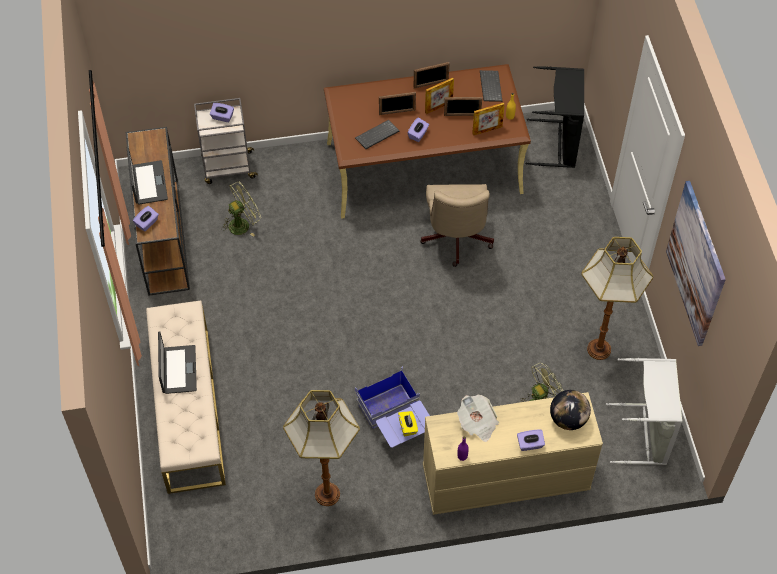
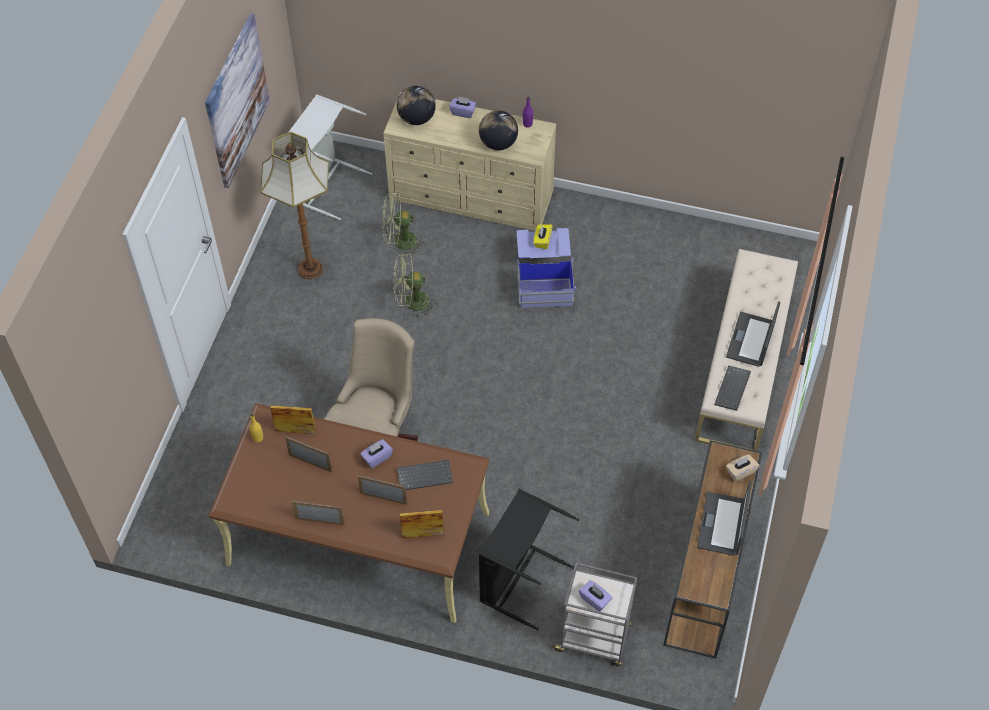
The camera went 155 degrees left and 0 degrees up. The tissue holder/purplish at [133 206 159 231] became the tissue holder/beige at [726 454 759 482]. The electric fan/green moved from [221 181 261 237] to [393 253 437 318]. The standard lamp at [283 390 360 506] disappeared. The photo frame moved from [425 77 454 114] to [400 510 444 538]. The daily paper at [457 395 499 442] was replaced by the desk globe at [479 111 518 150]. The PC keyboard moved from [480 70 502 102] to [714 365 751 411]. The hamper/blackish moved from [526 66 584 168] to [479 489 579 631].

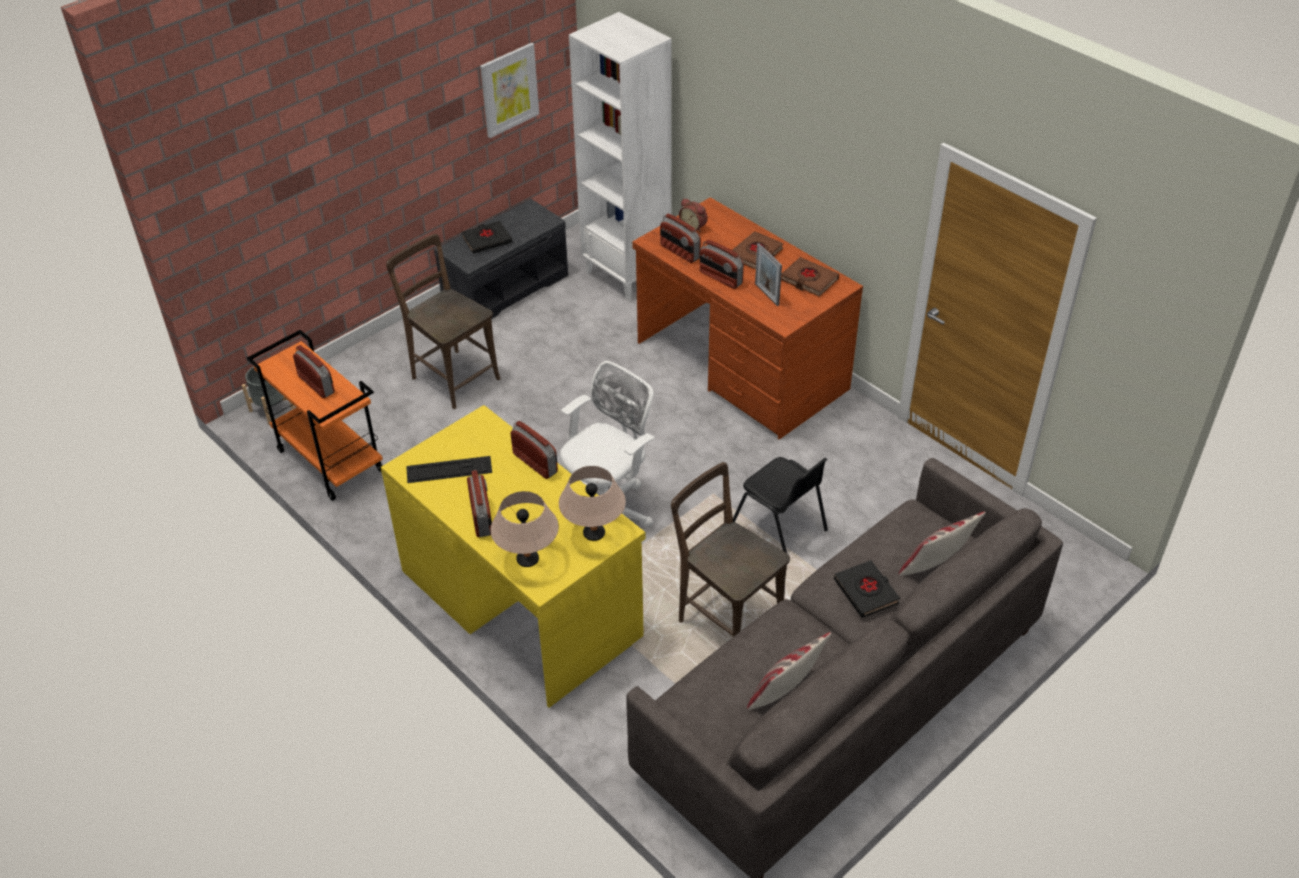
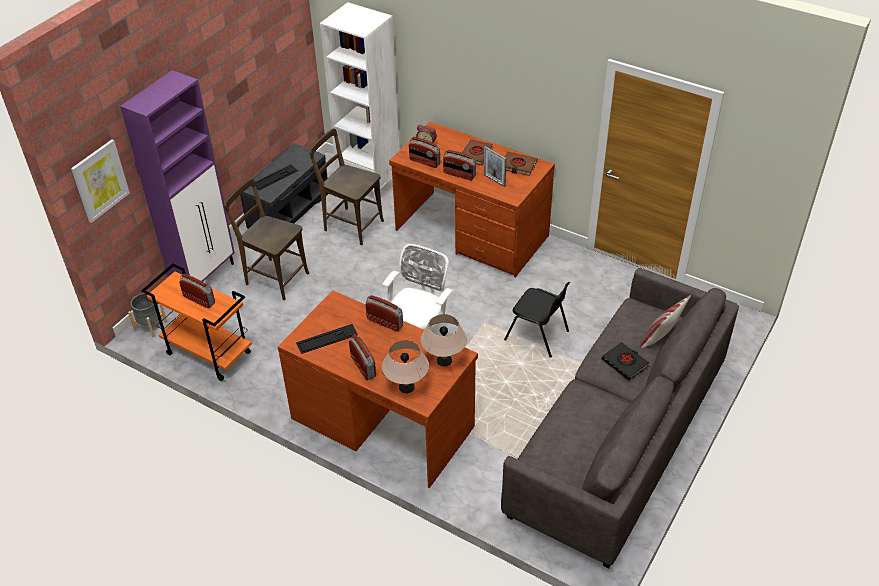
The camera went 15 degrees left and 0 degrees up. The desk unit/yellowish at [381 405 646 708] became the desk unit/brown at [278 290 478 488]. The bound book/blackish at [462 221 512 254] was replaced by the PC keyboard at [255 165 298 190]. The wall art moved from [480 43 539 138] to [71 139 130 223]. The upright chair/brown moved from [671 462 790 637] to [309 128 384 245]. The throw pillow at [747 632 831 710] disappeared. The storage cabinet/purplish at [120 70 235 282] appeared.

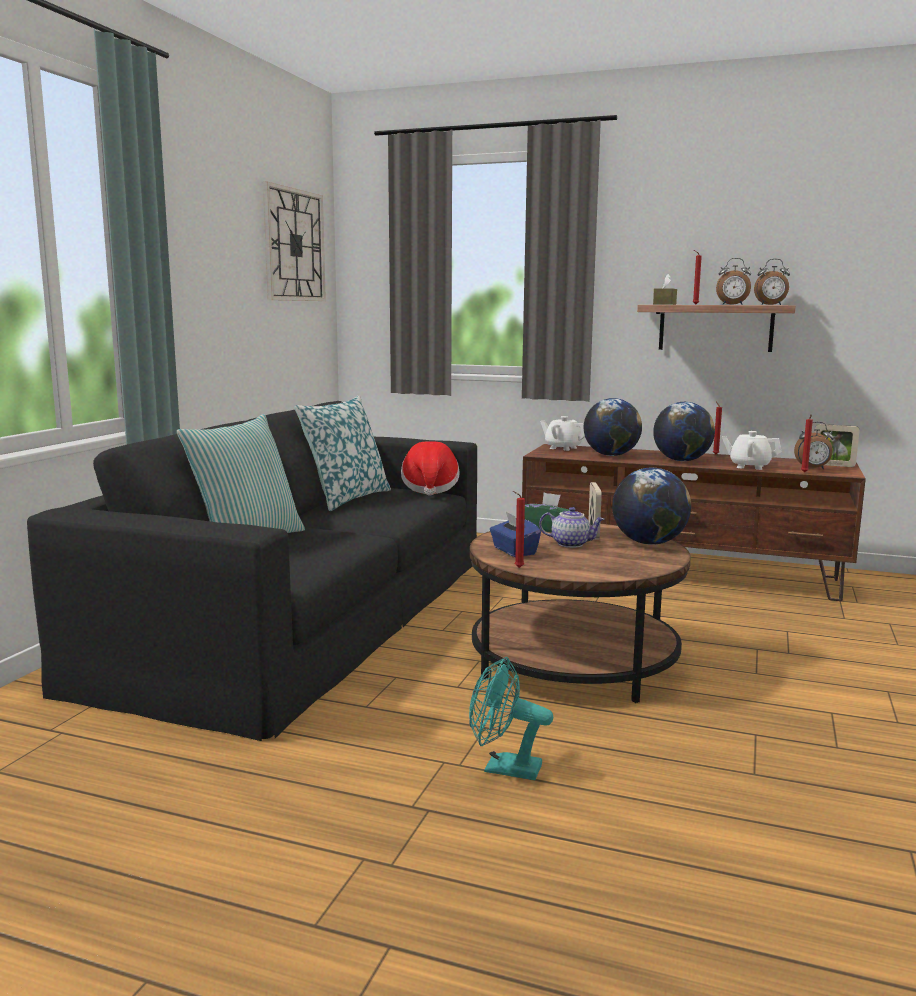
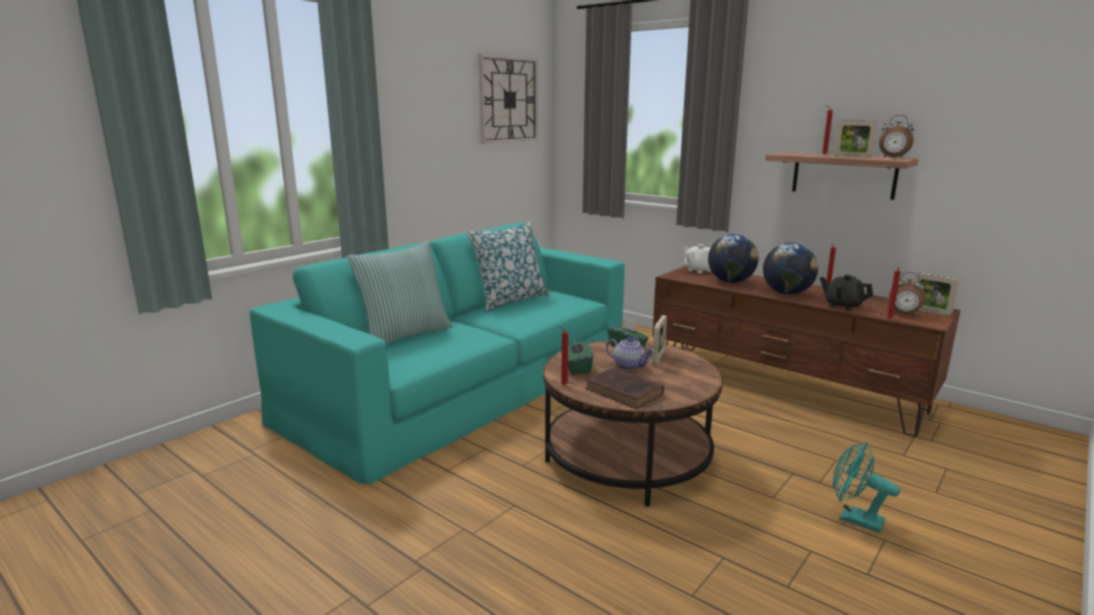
The camera went 20 degrees right and 5 degrees up. The couch/blackish at [27 401 477 741] became the couch/turquoise-coloured at [250 222 625 485]. The wearable hat at [401 441 460 496] disappeared. The electric fan/turquoise-coloured moved from [469 657 553 780] to [833 442 900 533]. The tissue holder/bluish at [490 512 541 557] became the tissue holder/green at [568 337 593 374]. The desk globe at [612 468 691 545] disappeared. The tissue holder/brown at [653 274 677 305] disappeared. The bedside clock at [716 258 751 305] was replaced by the photo frame at [834 120 877 158]. The teapot/whitish at [722 431 782 470] became the teapot/blackish at [820 275 873 311]. The bound book/brown at [585 367 664 409] appeared.

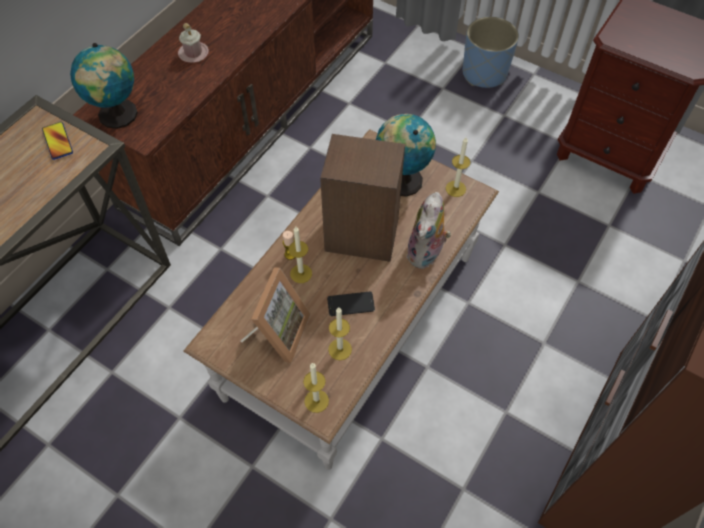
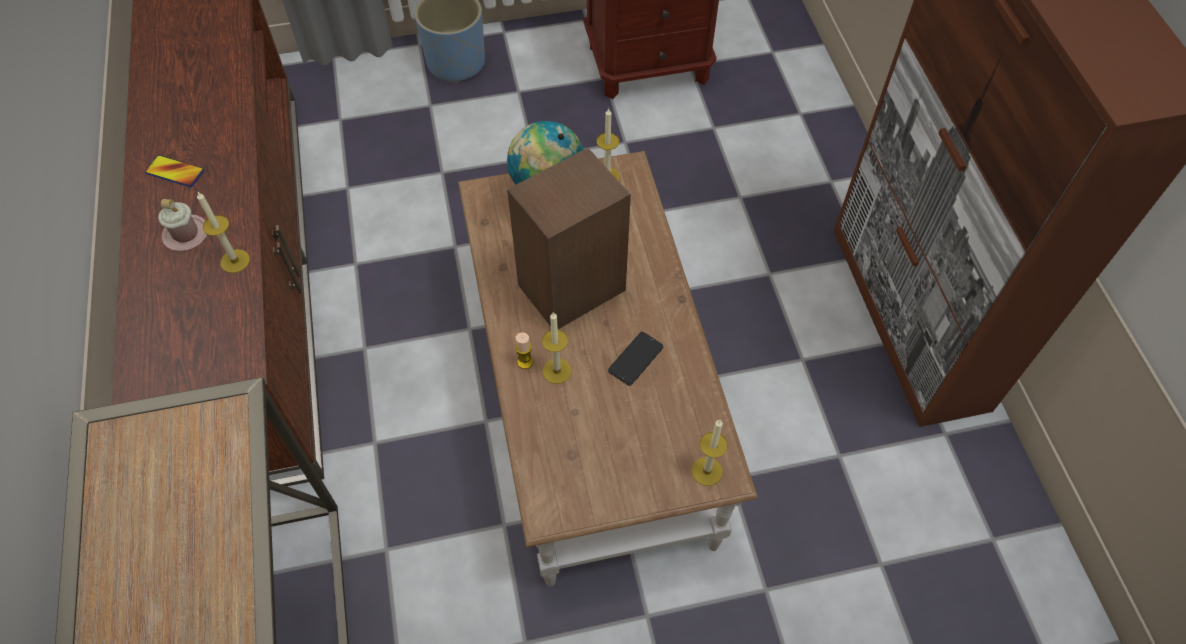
The camera went 45 degrees left and 0 degrees up. The phone moved from [42 122 73 160] to [145 155 204 187]. The desk globe at [70 43 138 129] disappeared. The photo frame at [240 267 310 363] disappeared. The candle moved from [328 307 352 360] to [197 191 250 273]. The plush toy at [406 192 451 269] disappeared.

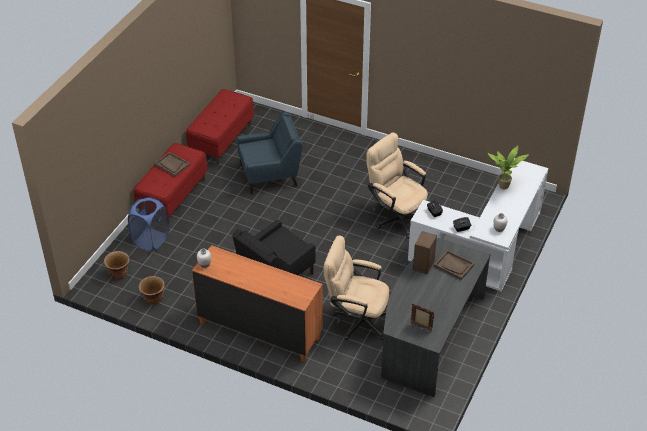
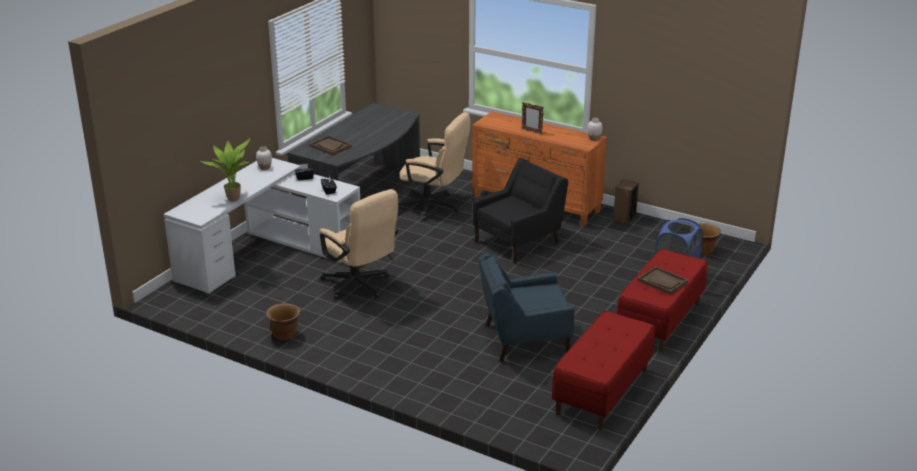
The camera went 175 degrees left and 15 degrees down. The plant pot/brown moved from [139 276 165 305] to [266 303 300 340]. The photo frame moved from [411 304 434 331] to [522 102 543 134]. The speaker moved from [413 231 437 274] to [613 179 639 224].

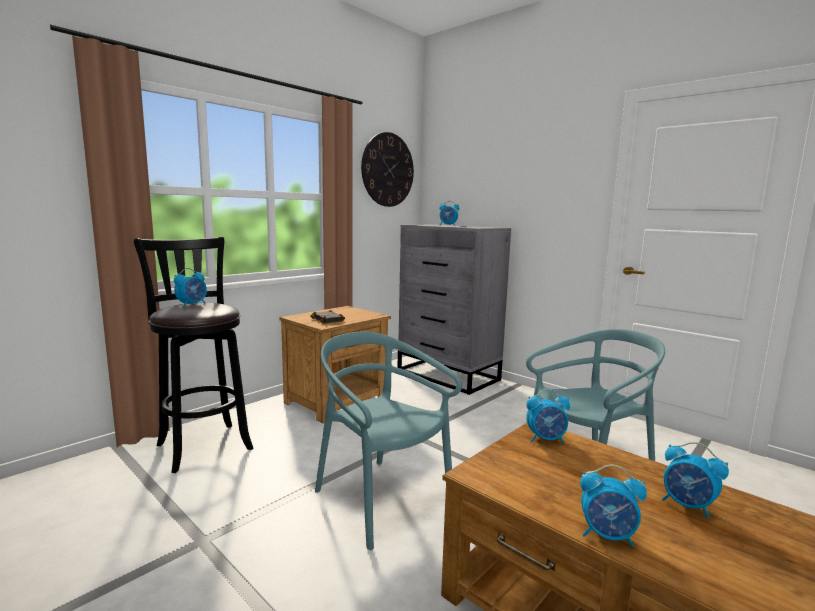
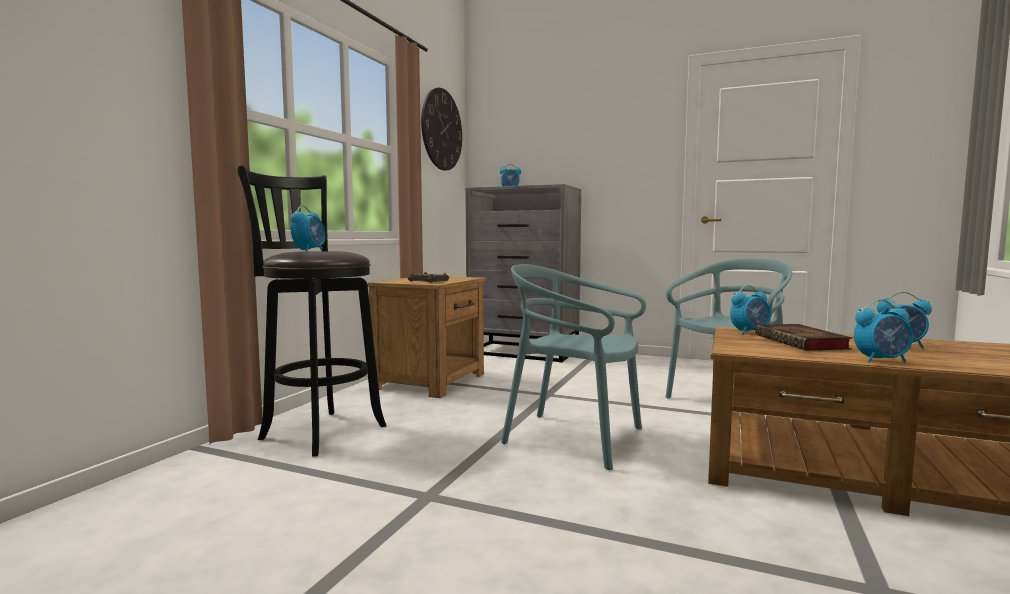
The camera went 20 degrees left and 5 degrees down. The bound book at [755 324 853 350] appeared.

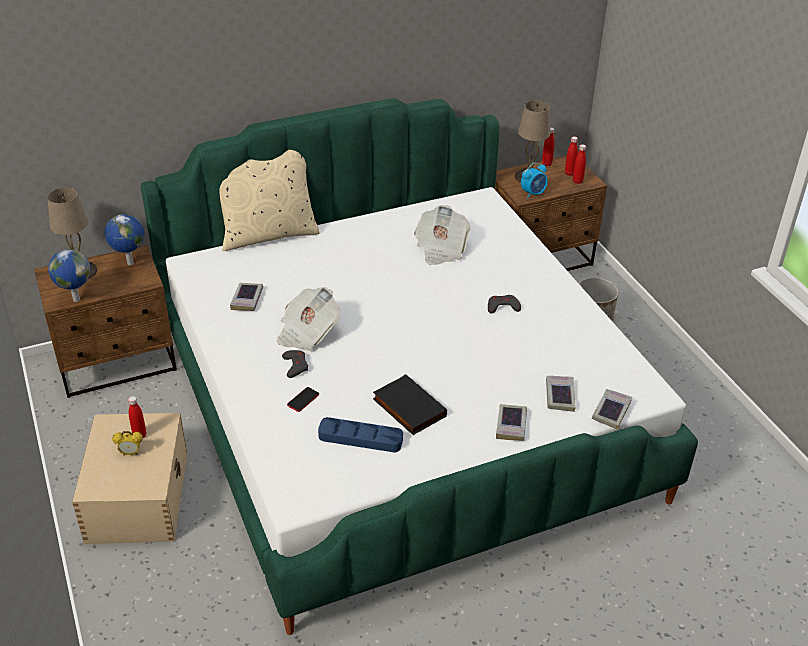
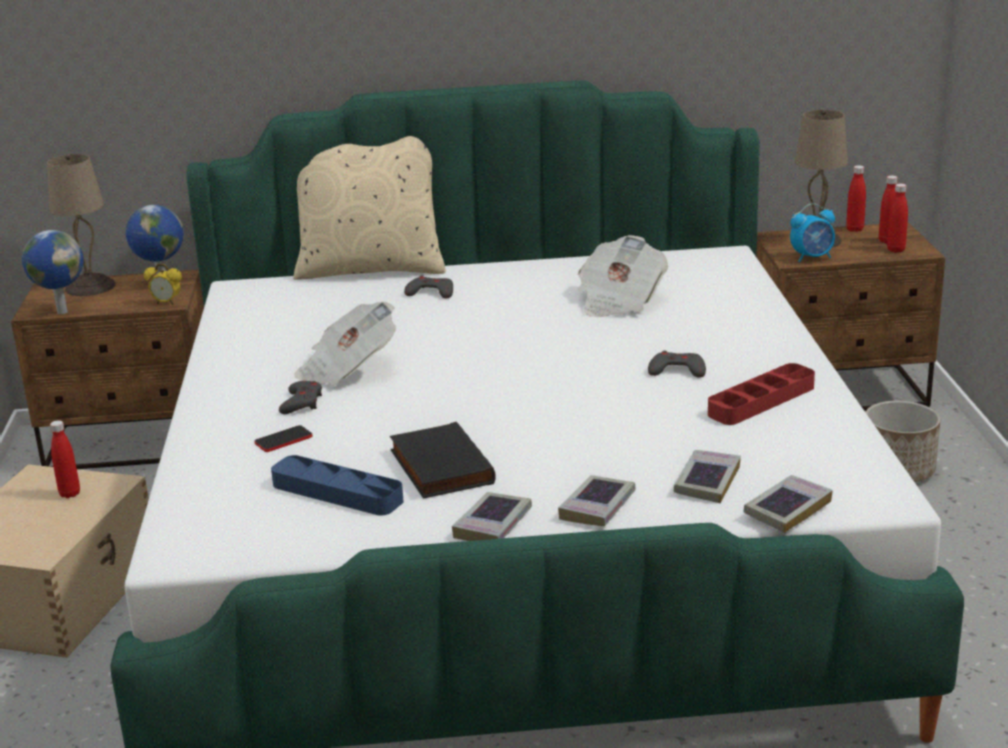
The camera went 20 degrees right and 15 degrees down. The bedside clock moved from [112 431 143 456] to [144 264 182 305]. The bound book moved from [230 283 263 311] to [452 492 532 541]. The game controller/gray at [404 275 453 298] appeared. The tray/red at [708 363 815 425] appeared.

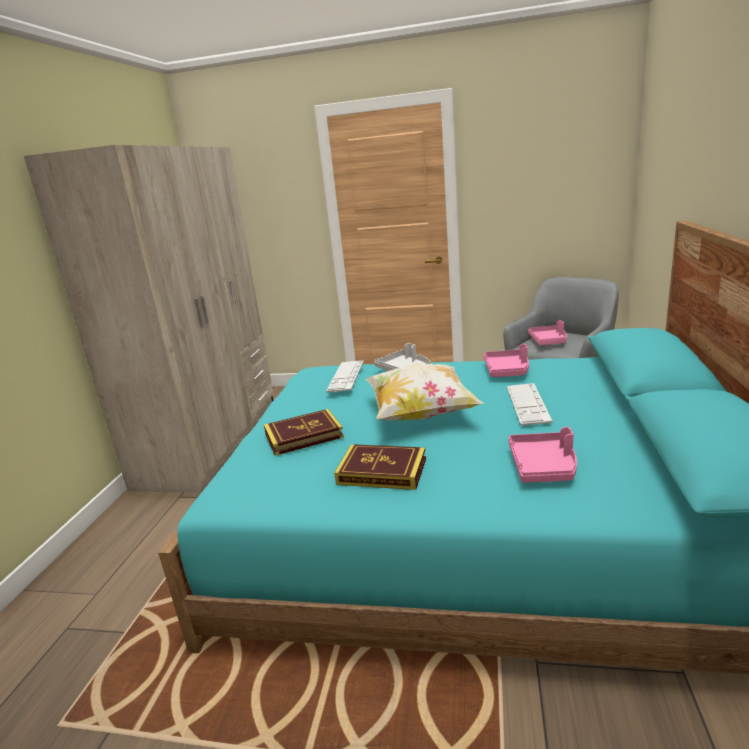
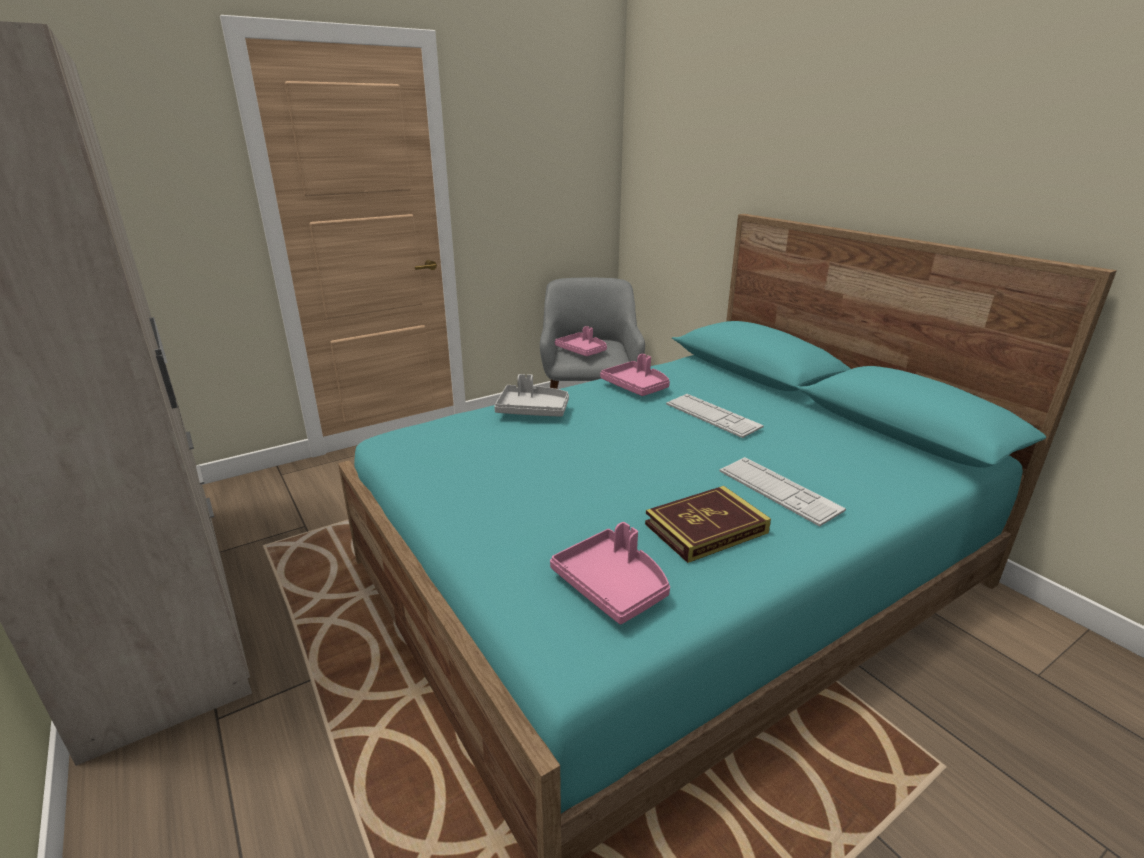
The camera went 45 degrees left and 5 degrees up. The bound book at [264 409 344 456] disappeared. The PC keyboard moved from [326 360 364 393] to [720 457 846 527]. The throw pillow at [366 364 484 420] disappeared. The tray/pinkish moved from [508 427 577 482] to [550 522 670 624].

